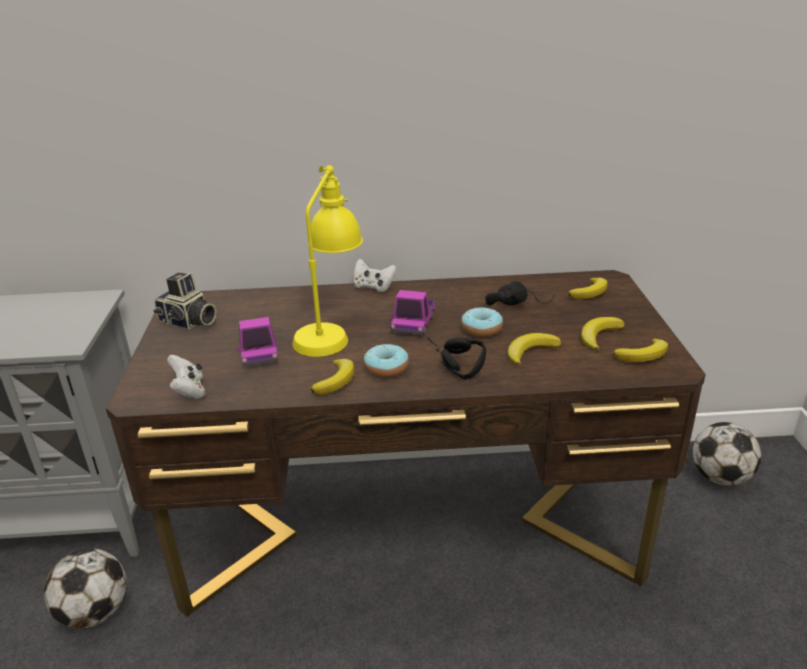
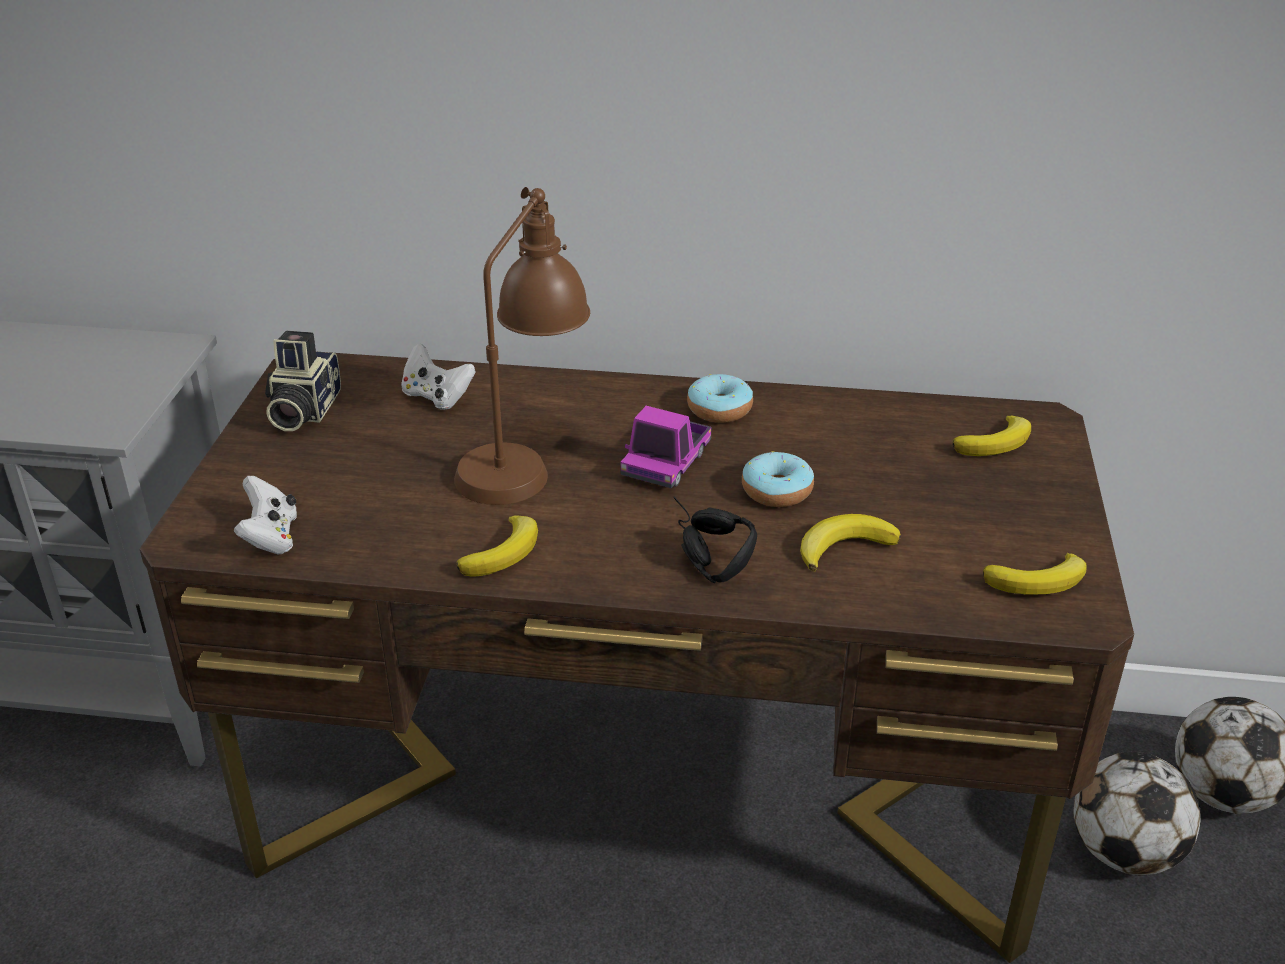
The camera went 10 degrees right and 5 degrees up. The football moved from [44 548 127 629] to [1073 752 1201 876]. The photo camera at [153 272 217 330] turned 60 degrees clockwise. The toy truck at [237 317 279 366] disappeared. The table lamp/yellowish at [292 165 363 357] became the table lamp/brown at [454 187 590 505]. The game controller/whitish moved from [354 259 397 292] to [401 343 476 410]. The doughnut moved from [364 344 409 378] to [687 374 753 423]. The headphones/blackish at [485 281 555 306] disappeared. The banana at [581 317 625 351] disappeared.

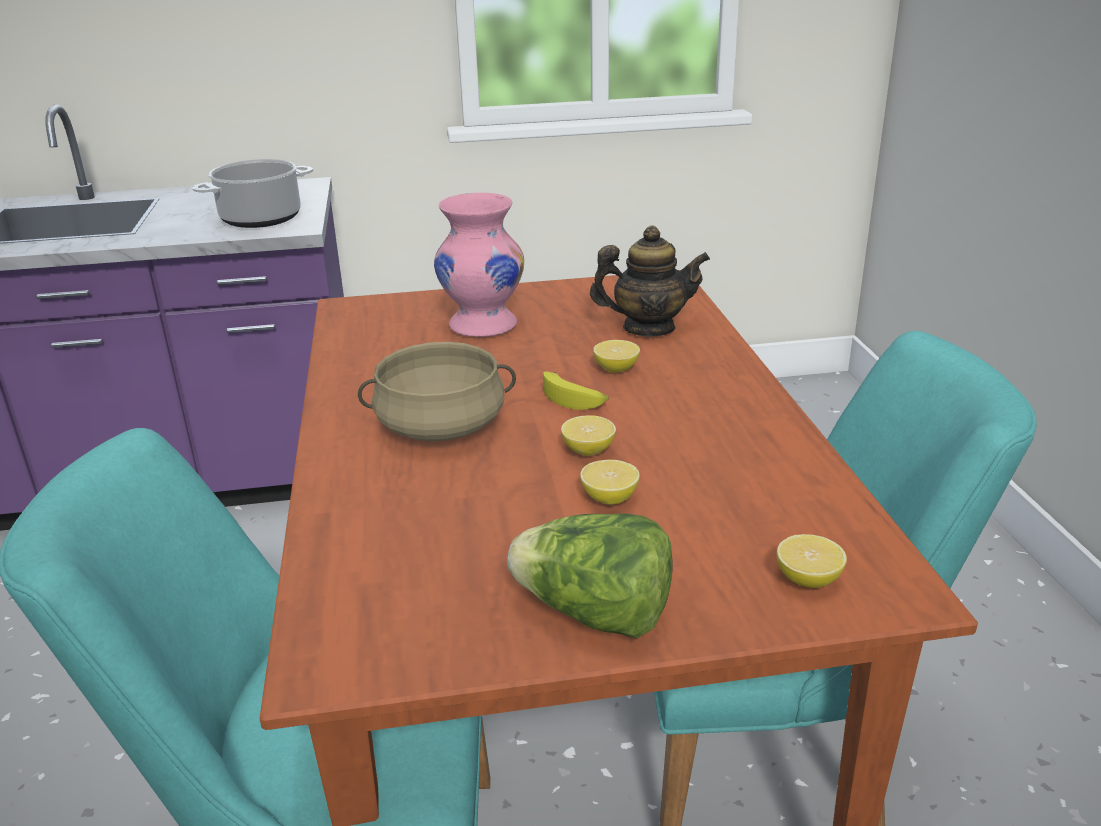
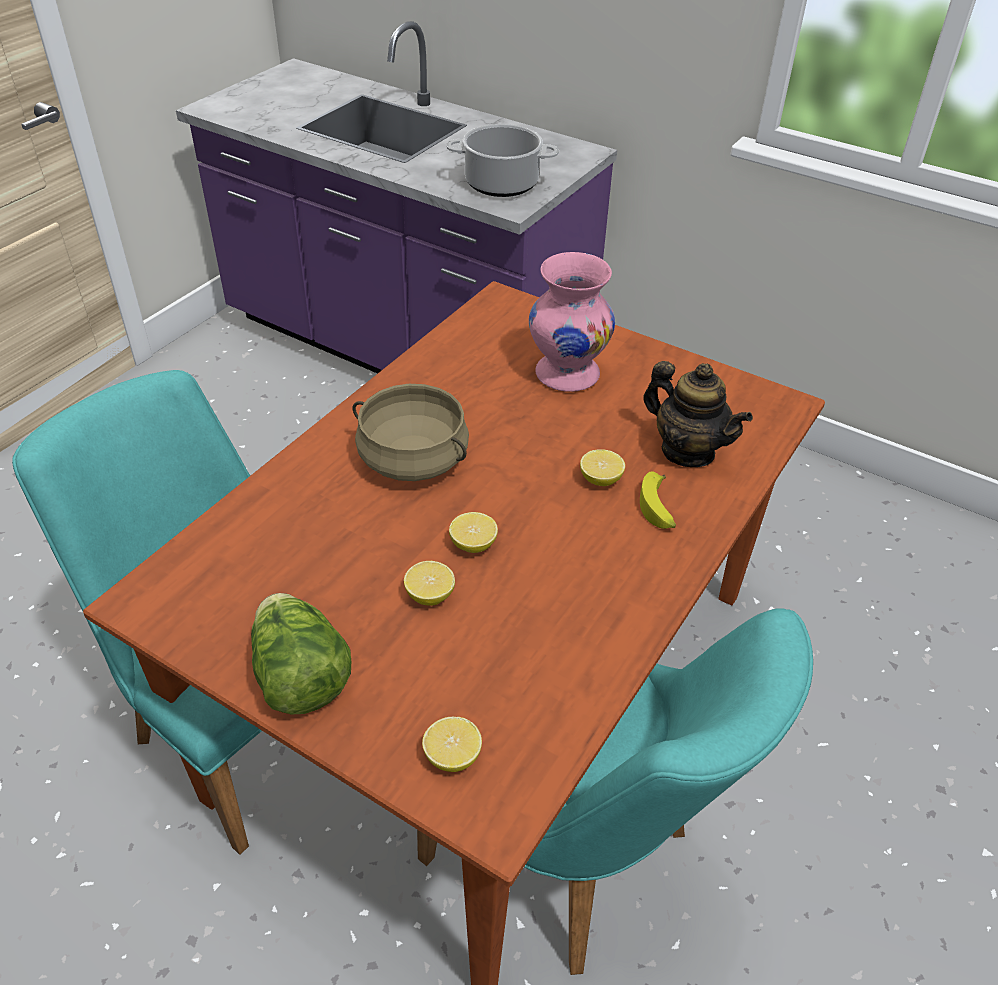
The camera went 40 degrees right and 15 degrees up. The banana moved from [543 372 609 410] to [640 471 676 529].

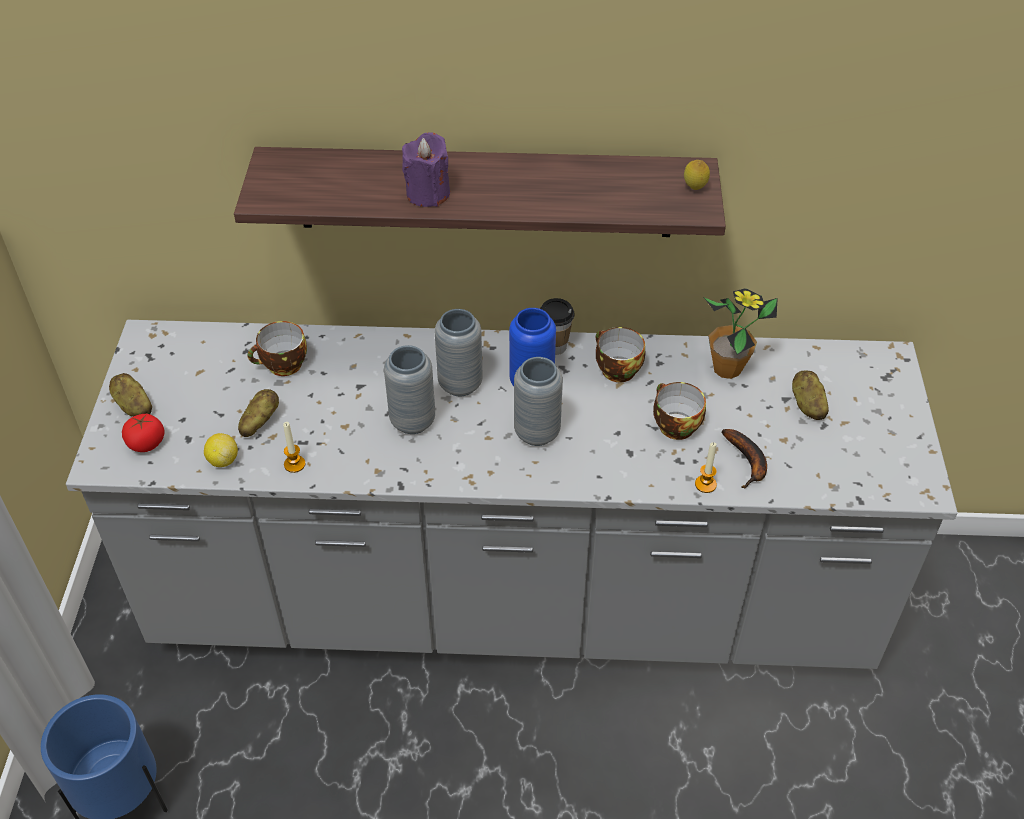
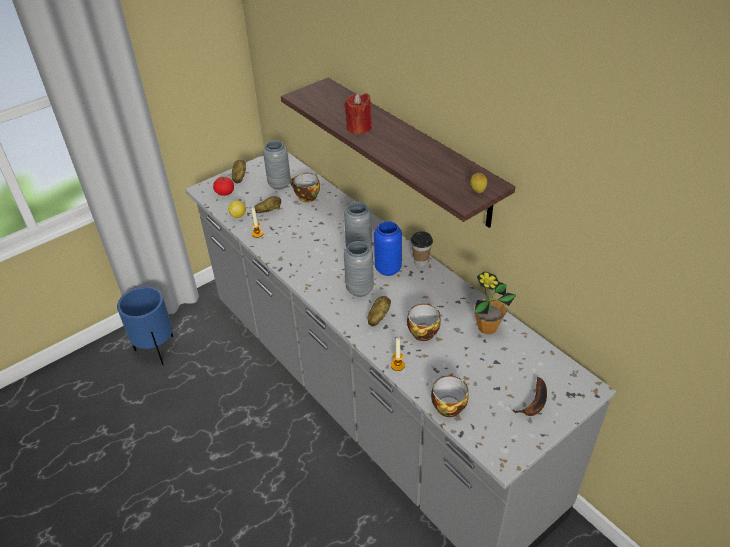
The camera went 50 degrees right and 5 degrees down. The vase/gray moved from [384 345 435 434] to [263 140 291 190]. The candle/purplish at [402 132 450 207] became the candle/red at [344 93 372 134]. The cup moved from [596 327 645 382] to [431 374 469 417]. The banana moved from [722 429 767 488] to [512 377 547 416]. The spud moved from [792 371 829 420] to [367 296 391 326].

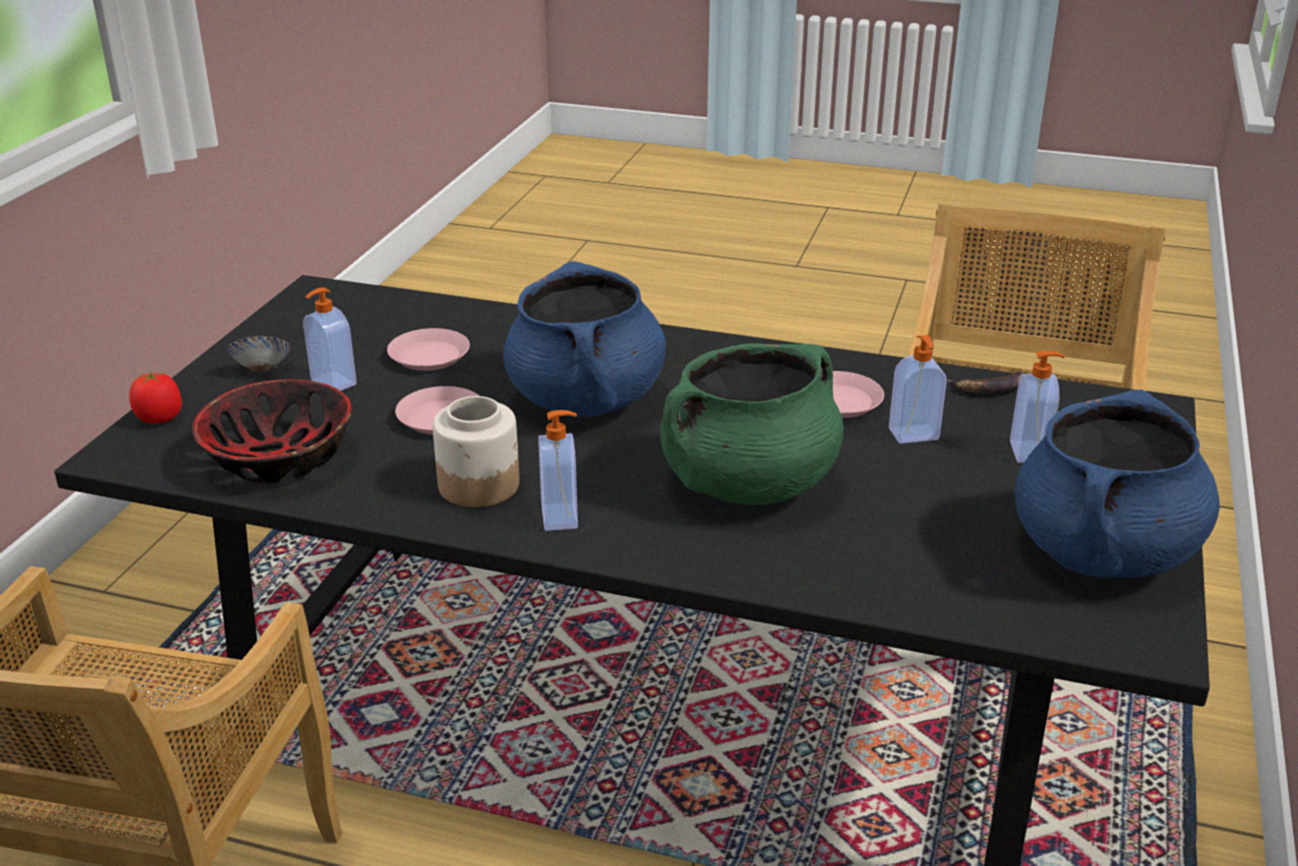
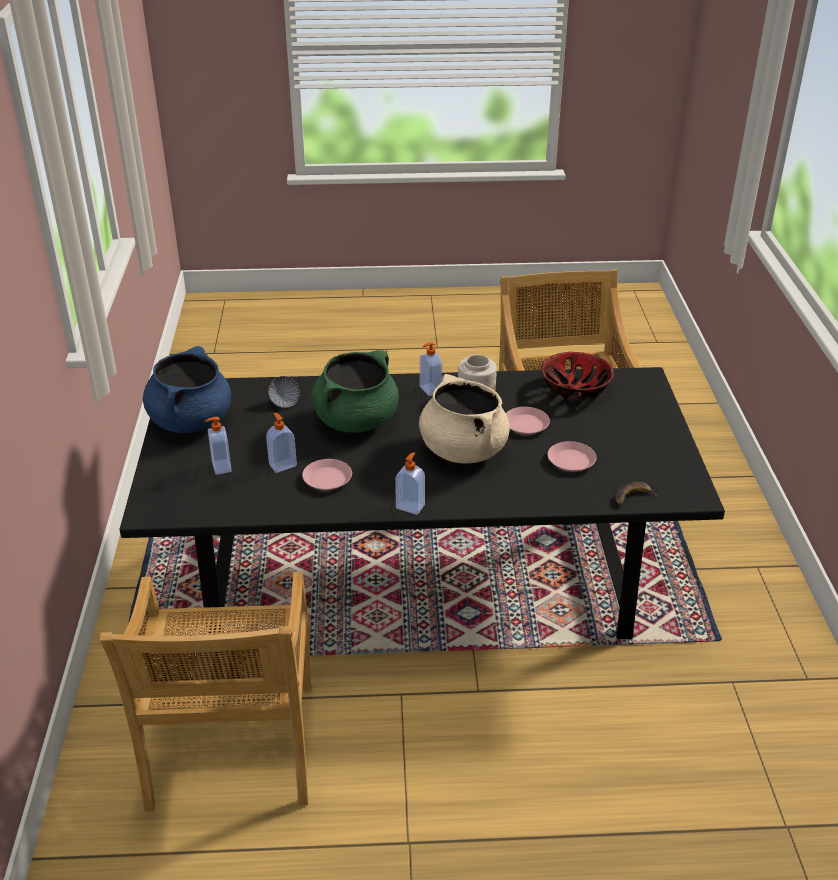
The camera went 160 degrees right and 5 degrees up. The whole tomato at [129 372 182 424] disappeared. The deep dish moved from [228 336 290 372] to [268 376 300 408]. The soap bottle moved from [303 287 357 391] to [395 452 425 515]. The cooking pot/bluish at [503 261 666 418] became the cooking pot/beige at [419 374 510 463]. The banana moved from [947 371 1024 393] to [615 482 657 505].

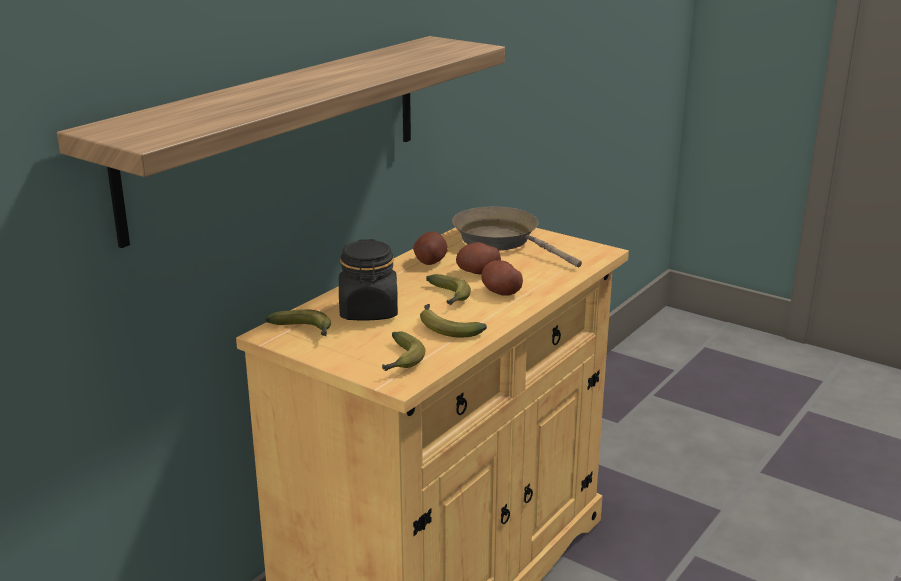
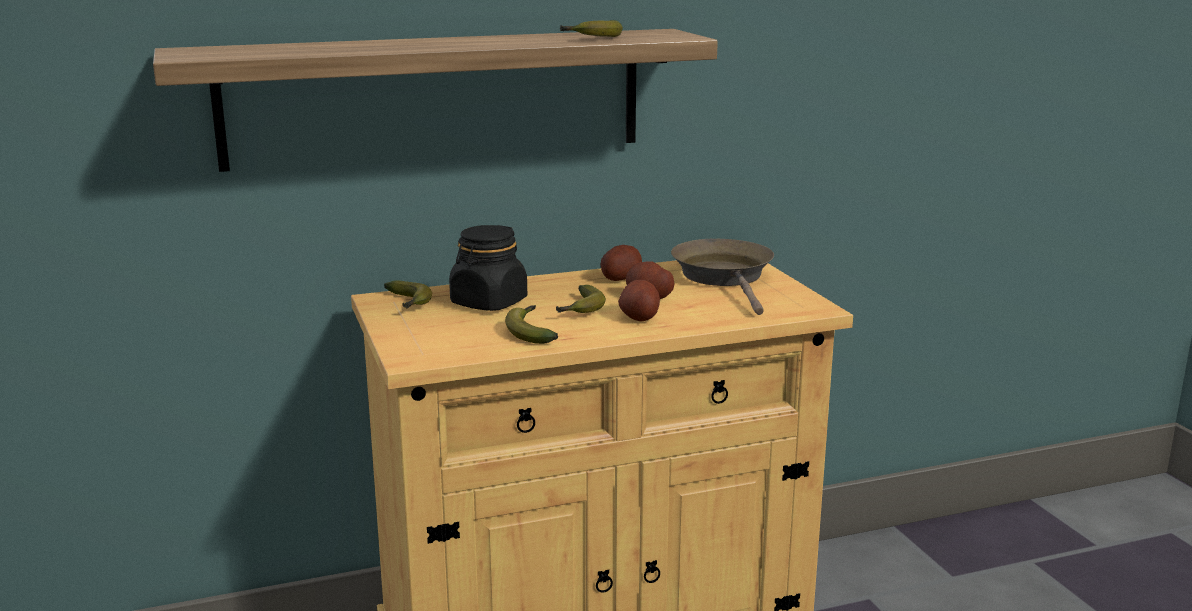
The camera went 35 degrees right and 5 degrees down. The banana moved from [382 331 426 371] to [560 20 623 37].

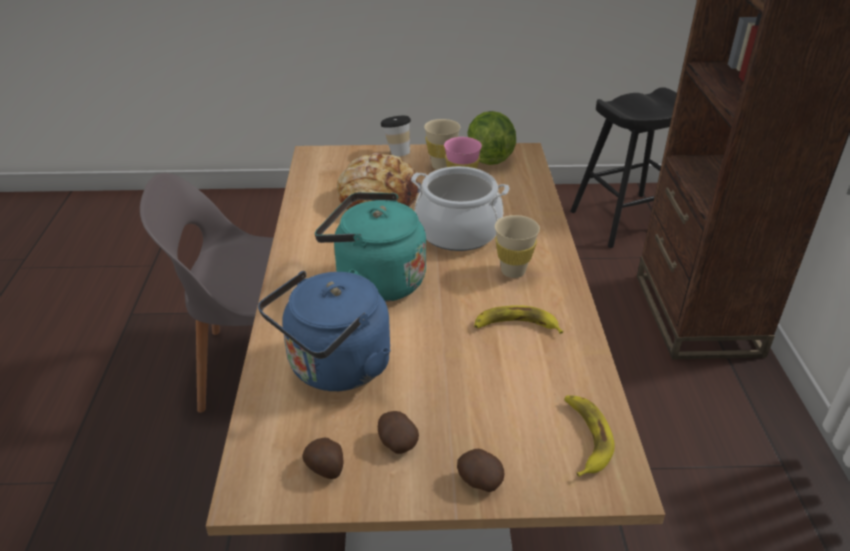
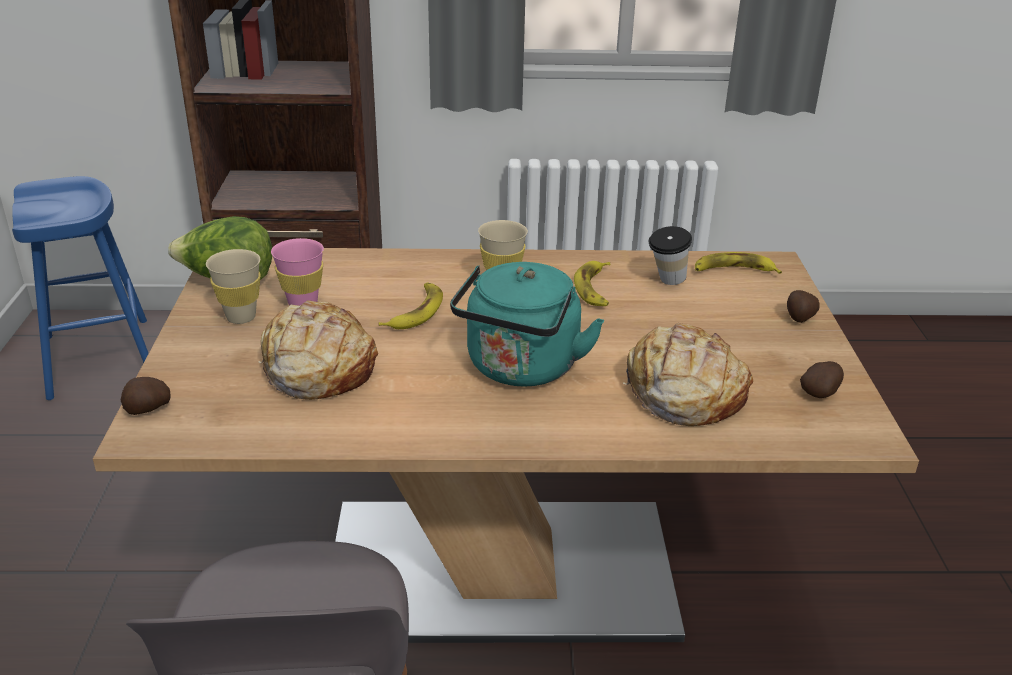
The camera went 90 degrees left and 5 degrees down. The tea kettle/bluish at [258 271 391 391] was replaced by the bakery bread at [623 323 753 426]. The spud moved from [378 411 419 454] to [121 377 171 415]. The cup moved from [380 116 411 157] to [648 226 692 285]. The cooking pot at [411 166 509 251] was replaced by the banana at [379 282 443 329]. The stool seat/blackish at [570 87 677 248] became the stool seat/bluish at [12 176 149 400].

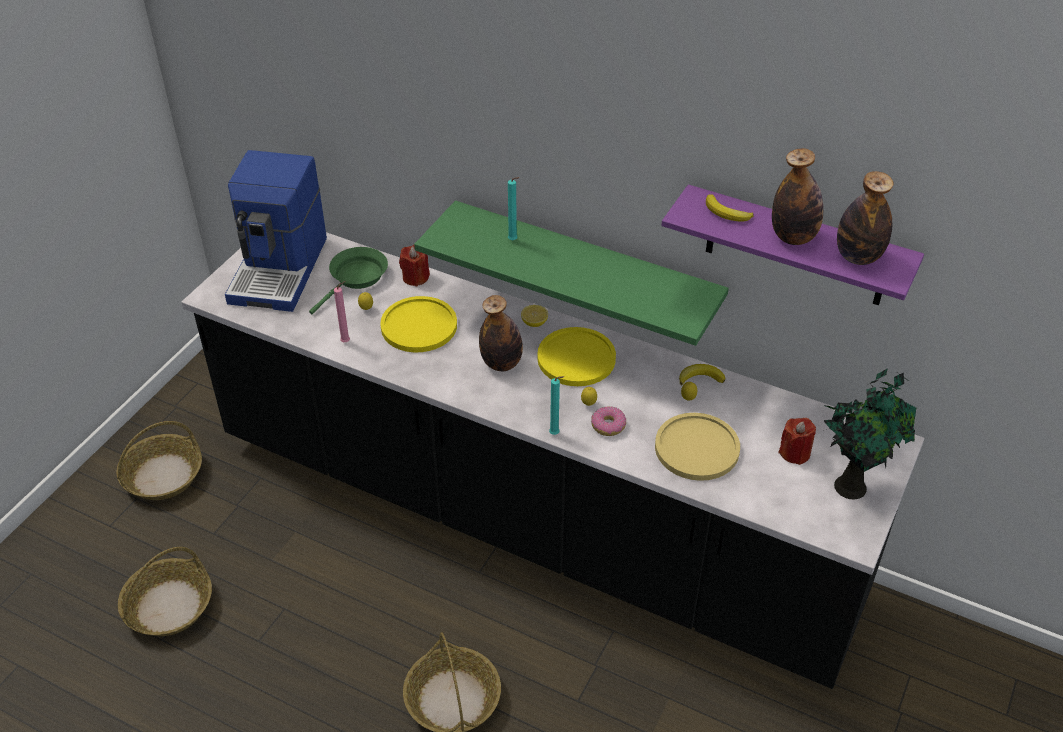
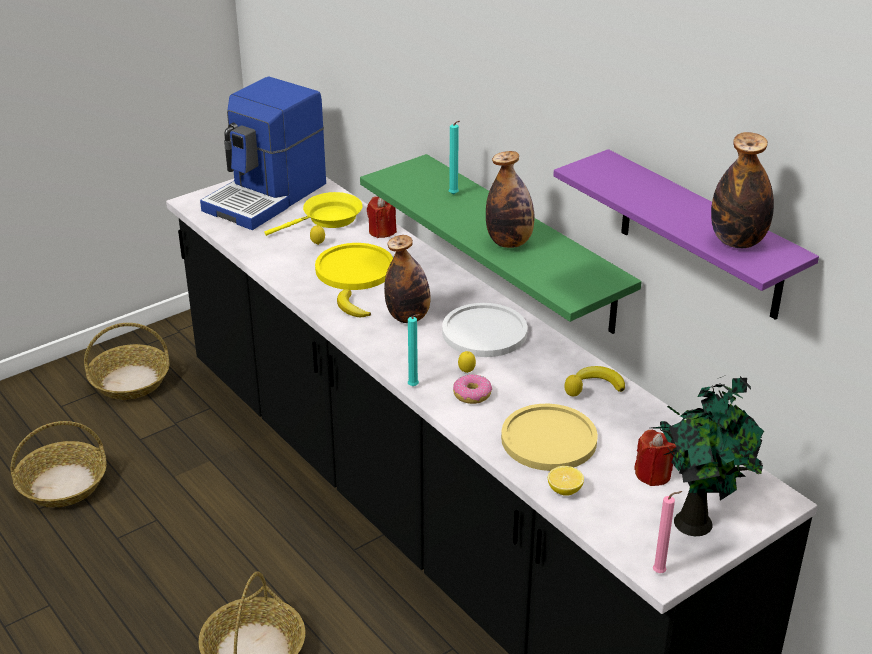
The camera went 25 degrees right and 10 degrees down. The pan/green at [309 247 388 314] became the pan/yellowish at [264 192 363 236]. The candle/pinkish moved from [334 281 350 342] to [653 491 683 573]. The whole lemon moved from [521 305 548 327] to [548 466 584 496]. The dinner plate/yellowish at [537 327 616 386] became the dinner plate/whitish at [442 303 528 357]. The banana moved from [706 194 754 222] to [337 289 371 318]. The bottle moved from [772 148 823 245] to [486 151 534 248].

